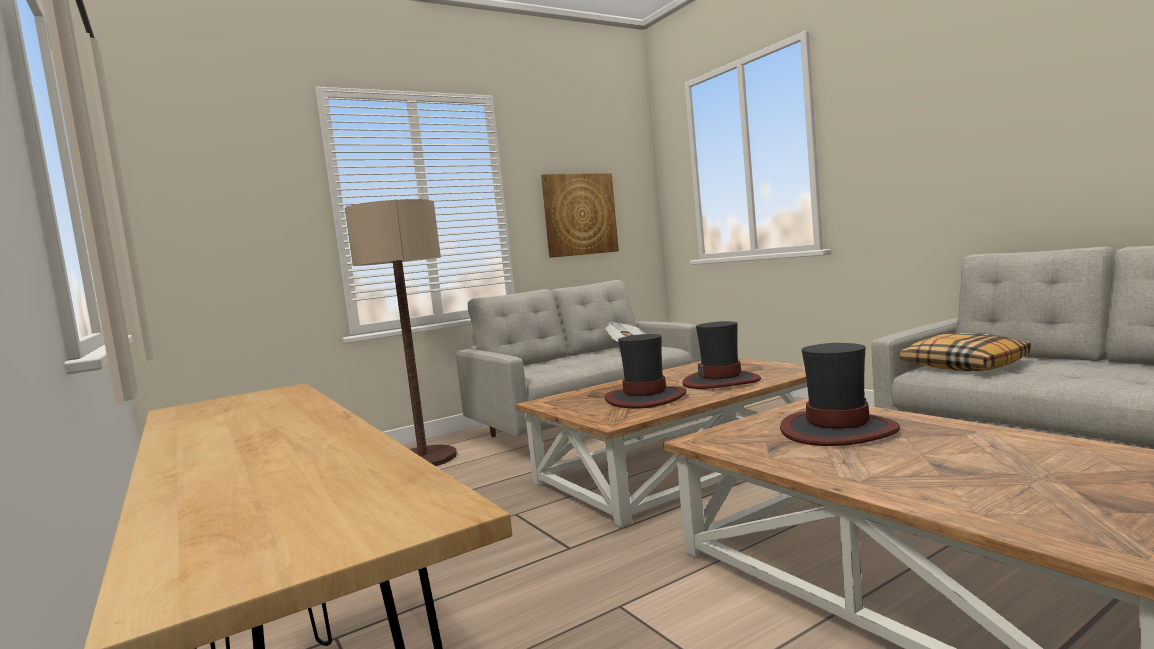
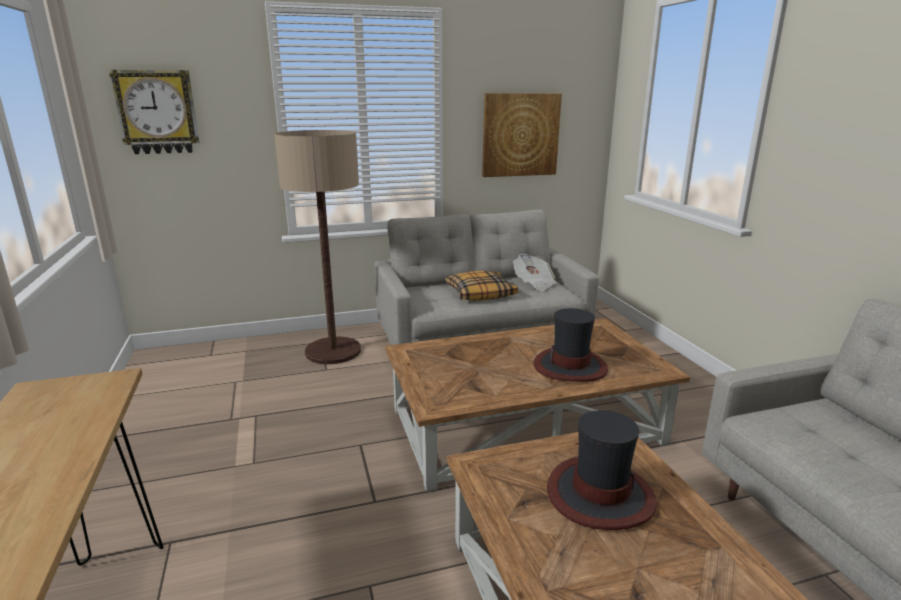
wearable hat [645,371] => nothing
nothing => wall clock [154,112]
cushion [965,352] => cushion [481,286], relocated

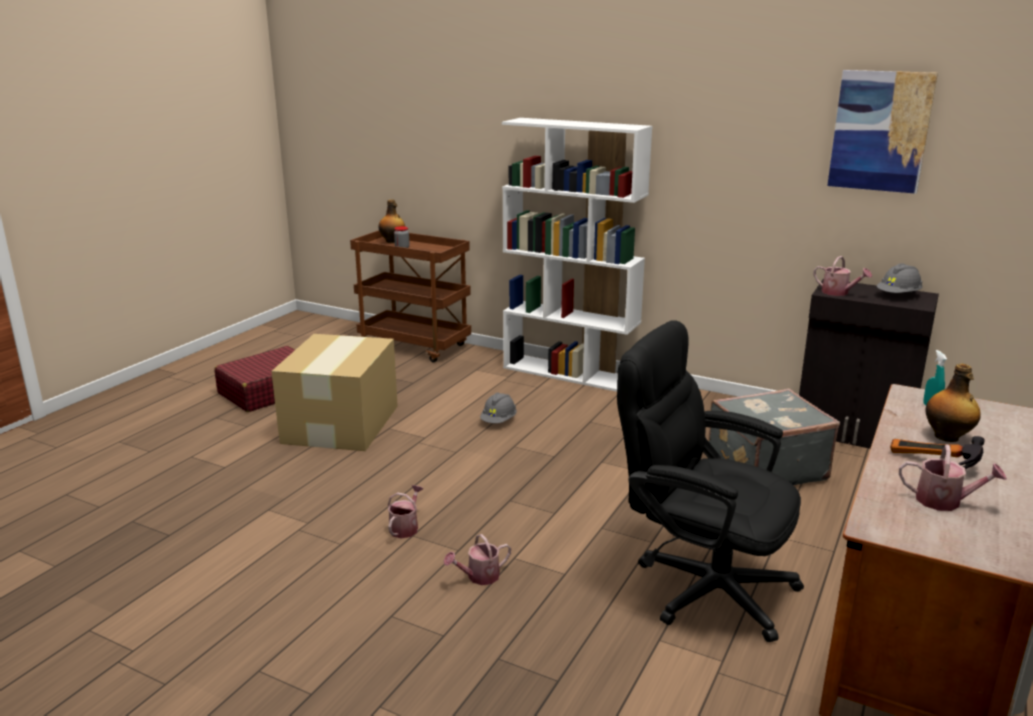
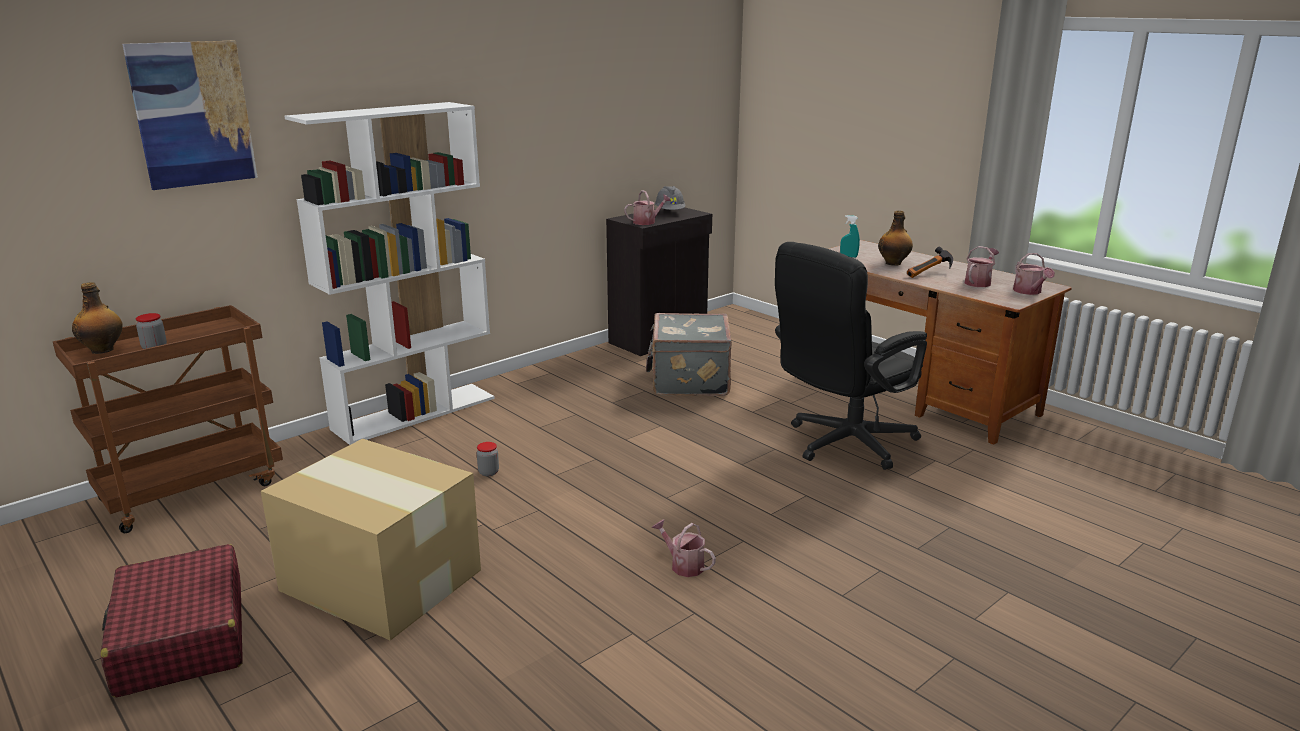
watering pot [477,559] => watering pot [1034,274], relocated
wall art [882,132] => wall art [190,115], relocated
safety helmet in grey [498,408] => preserve jar [488,459]

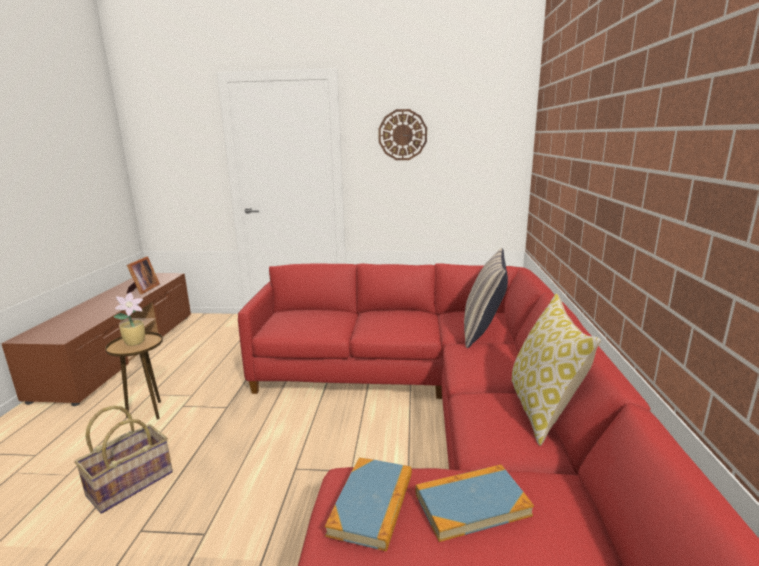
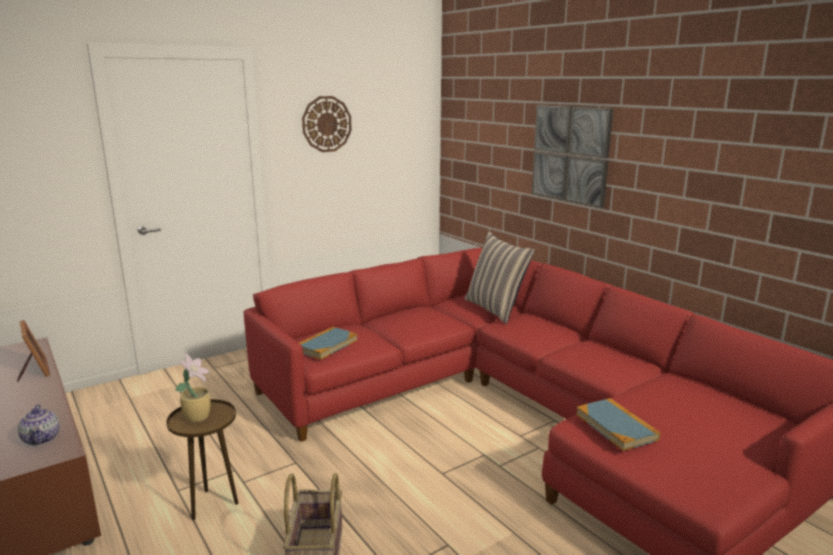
cushion [556,370] => nothing
nothing => pot for tea [39,424]
nothing => wall art [572,156]
bound book [474,503] => bound book [328,343], relocated

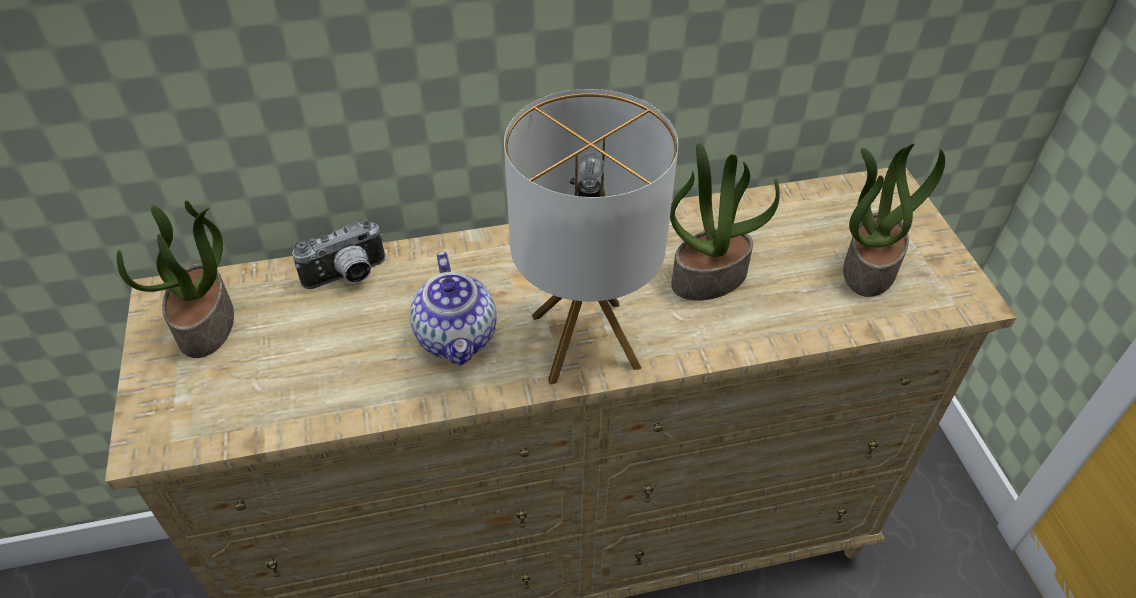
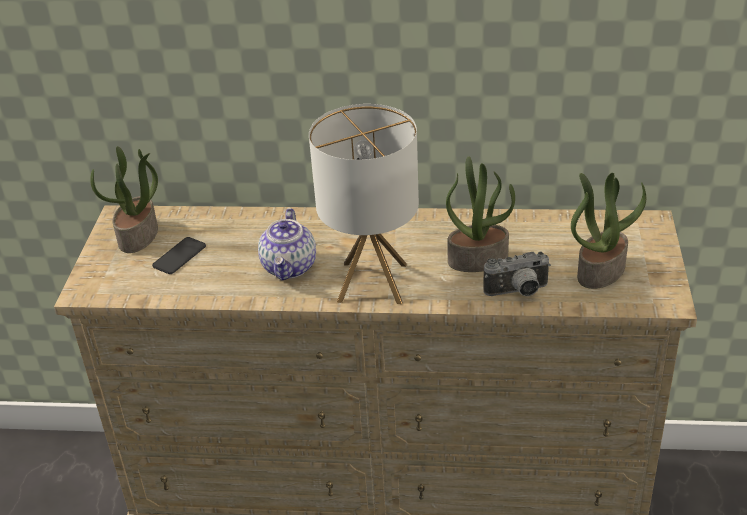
nothing => phone [179,255]
still camera [338,255] => still camera [517,274], relocated

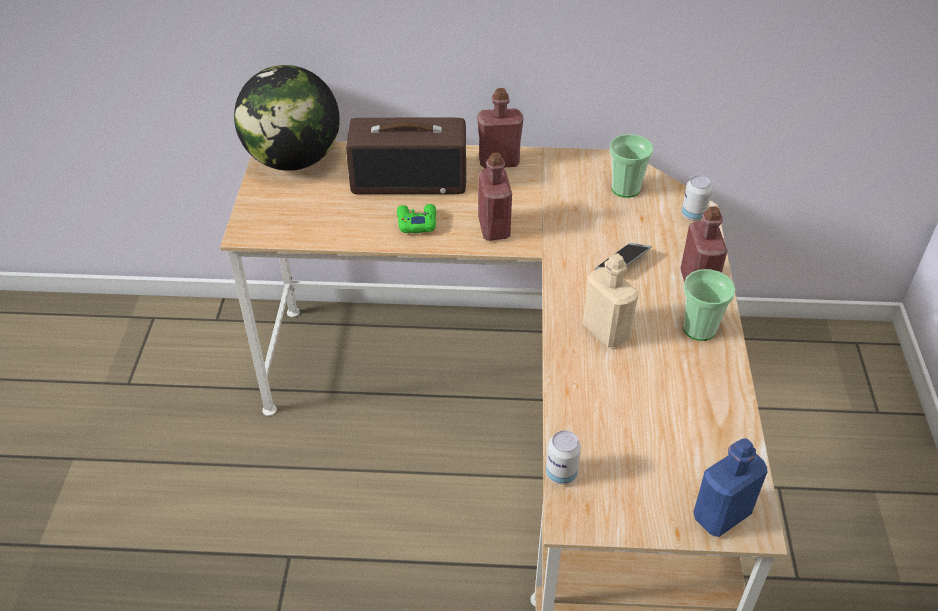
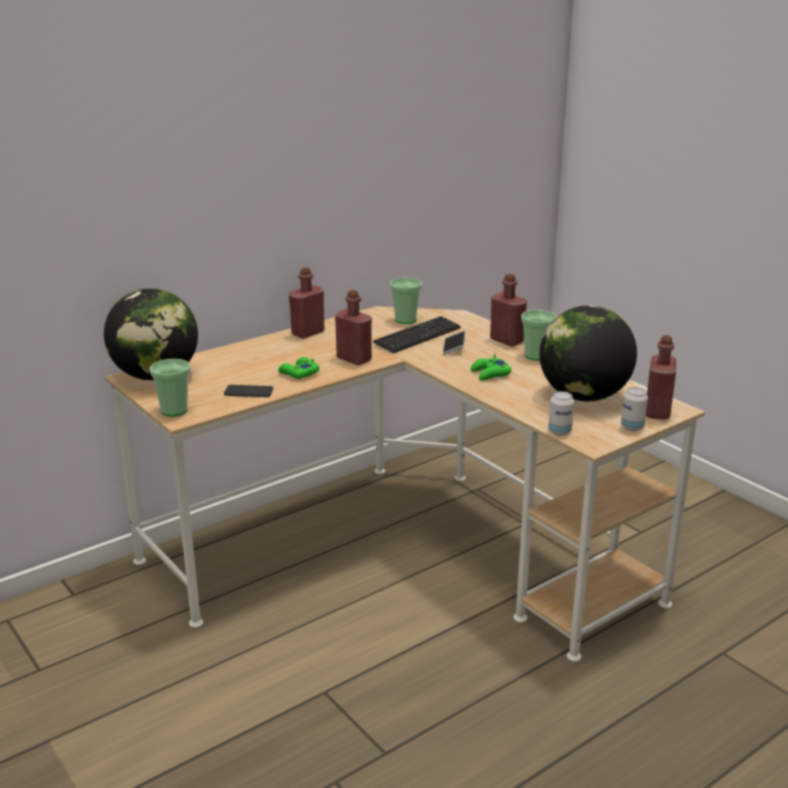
radio [406,156] => nothing
nothing => cup [170,387]
nothing => phone [248,391]
nothing => PC keyboard [417,334]
nothing => world globe [588,353]
sealed can [697,198] => sealed can [634,409], relocated
beverage bottle in beige-coloured [611,300] => joypad in green [491,368]
beverage bottle in blue-coloured [730,487] => beverage bottle in red [661,377]

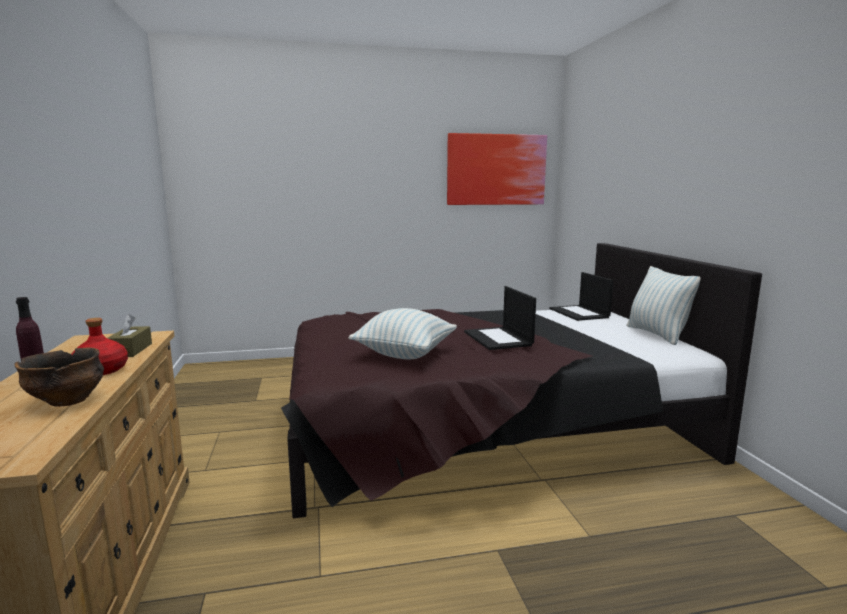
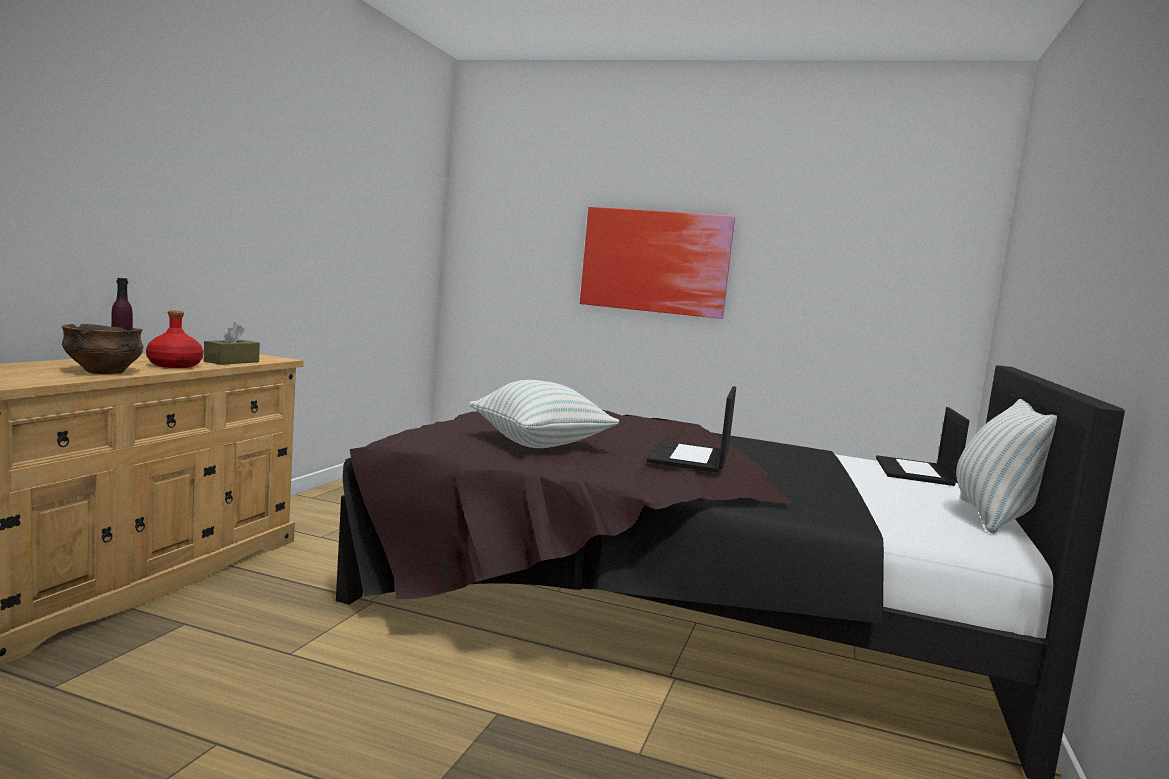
wall art [497,169] => wall art [657,263], relocated

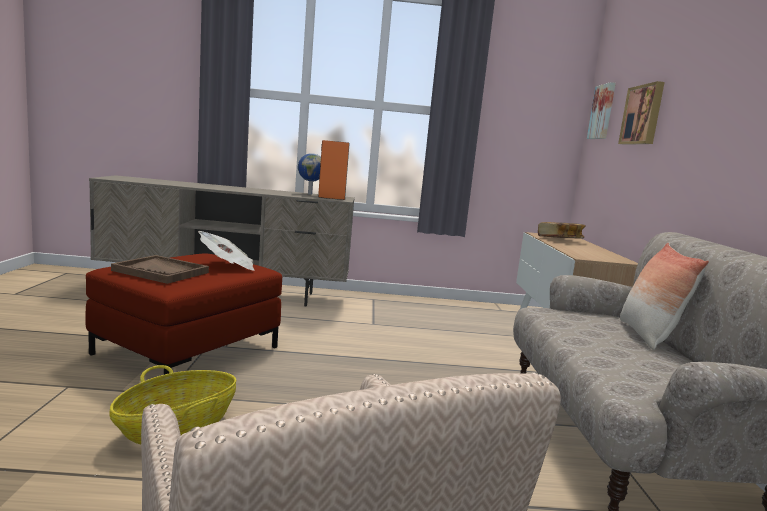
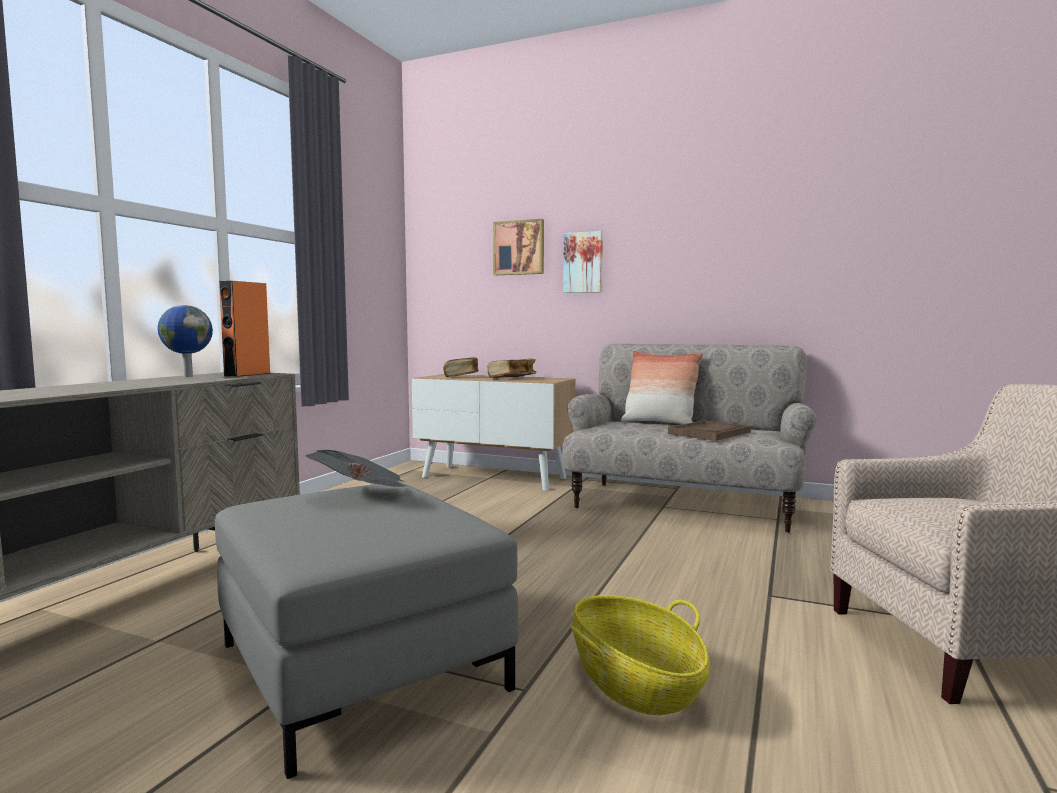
nothing => bound book [511,368]
tray in brownish [160,269] => tray in brownish [709,430], relocated
wall art [601,110] => wall art [583,262], relocated
ottoman in red [184,314] => ottoman in grey [367,631]

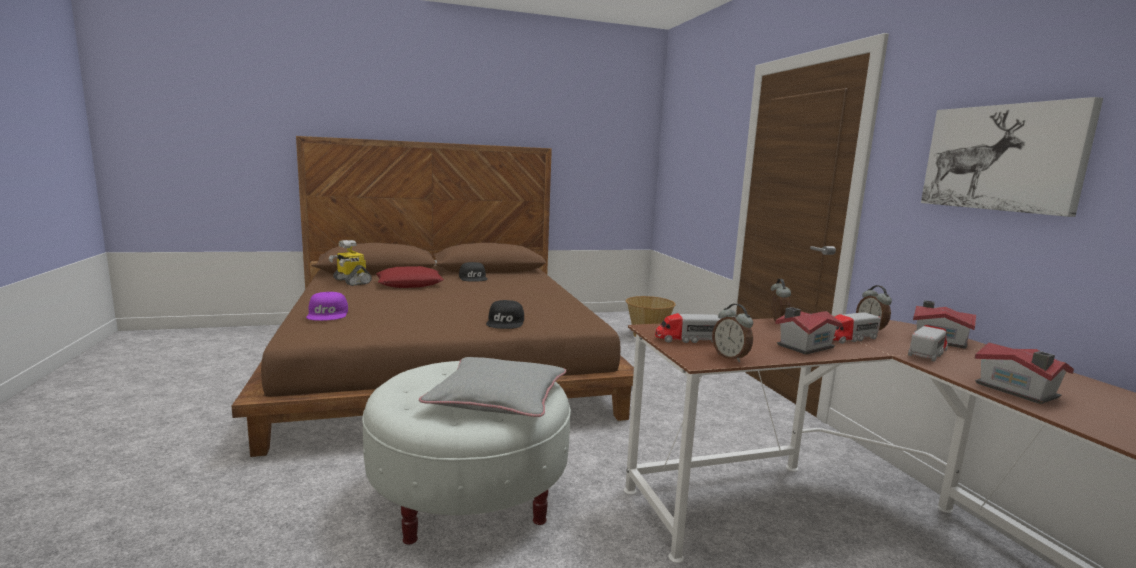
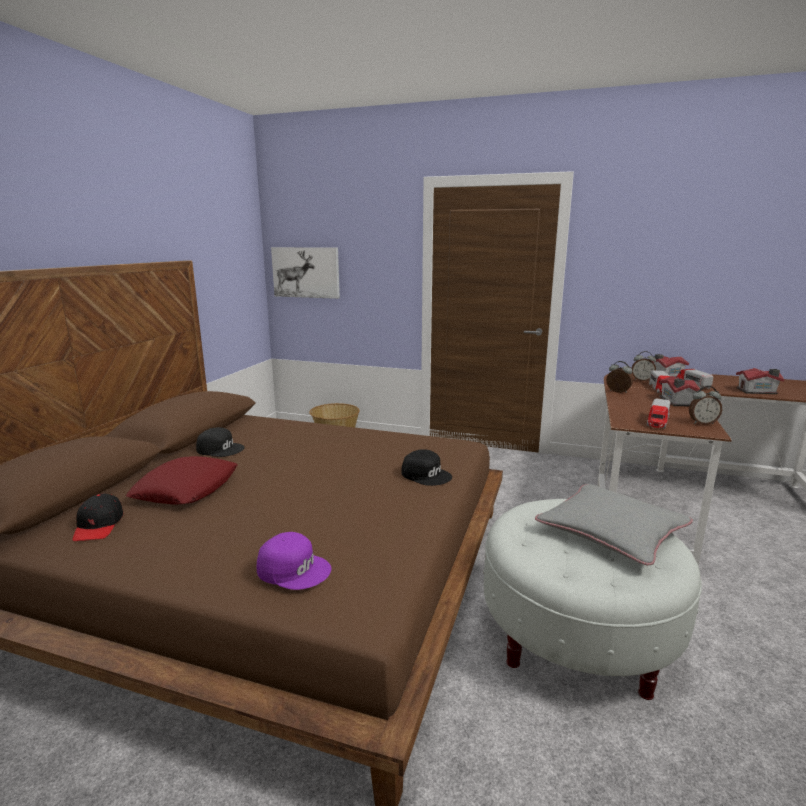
wall art [1012,157] => wall art [305,273], relocated
model robot [350,263] => cap in black [97,517]

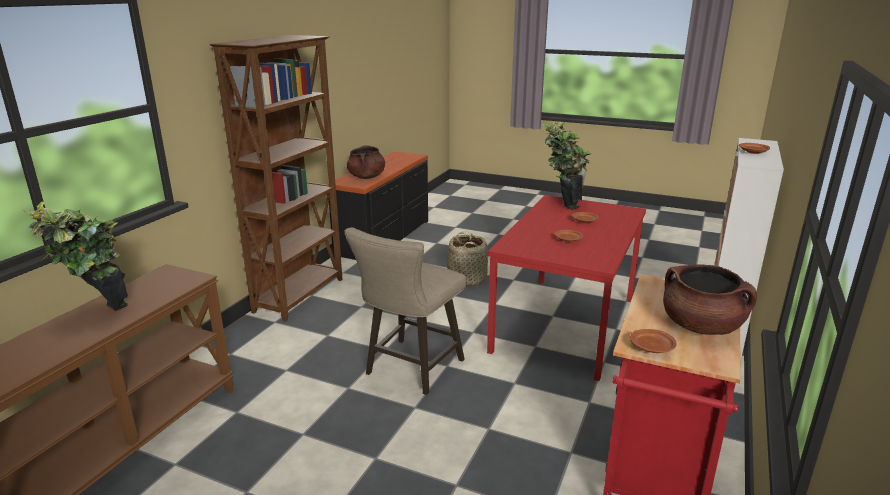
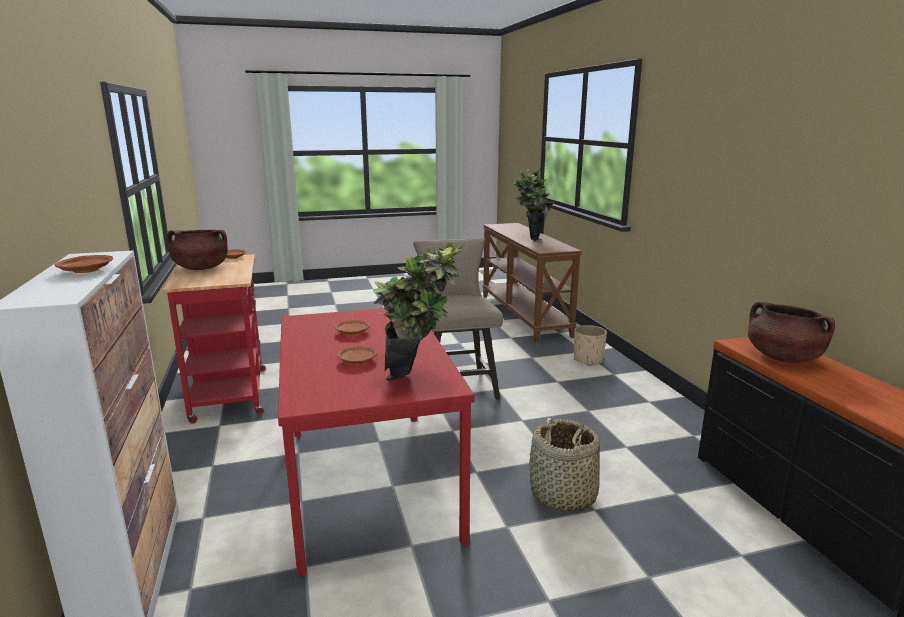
bookcase in brownish [276,178] => nothing
nothing => flower pot in beige-coloured [590,345]

